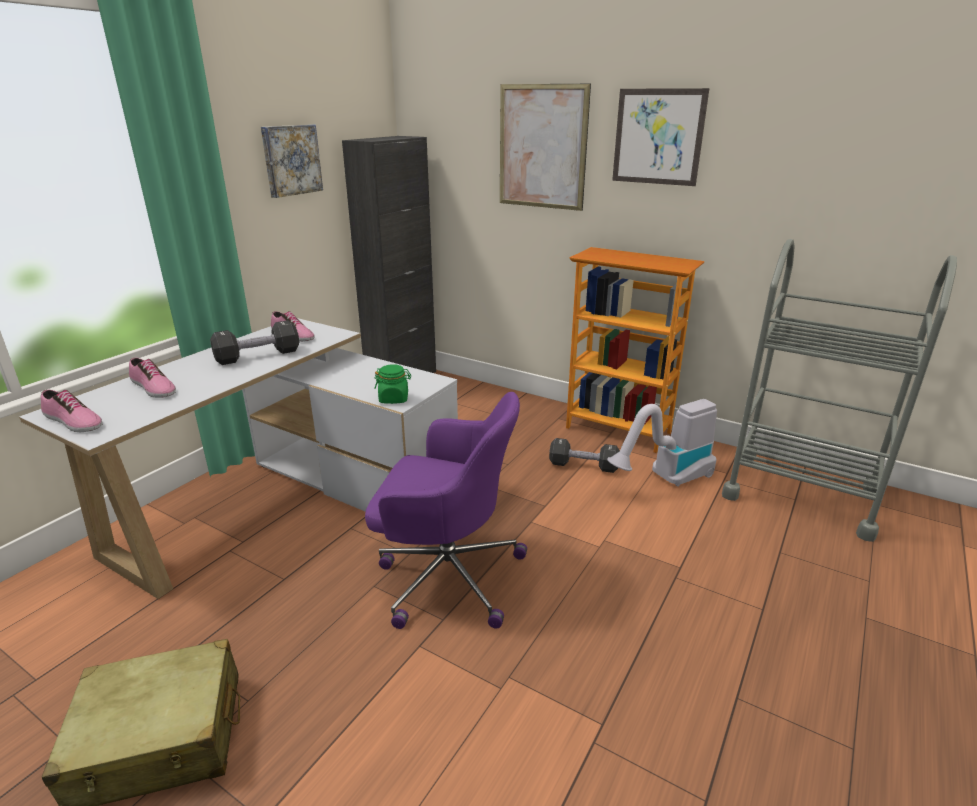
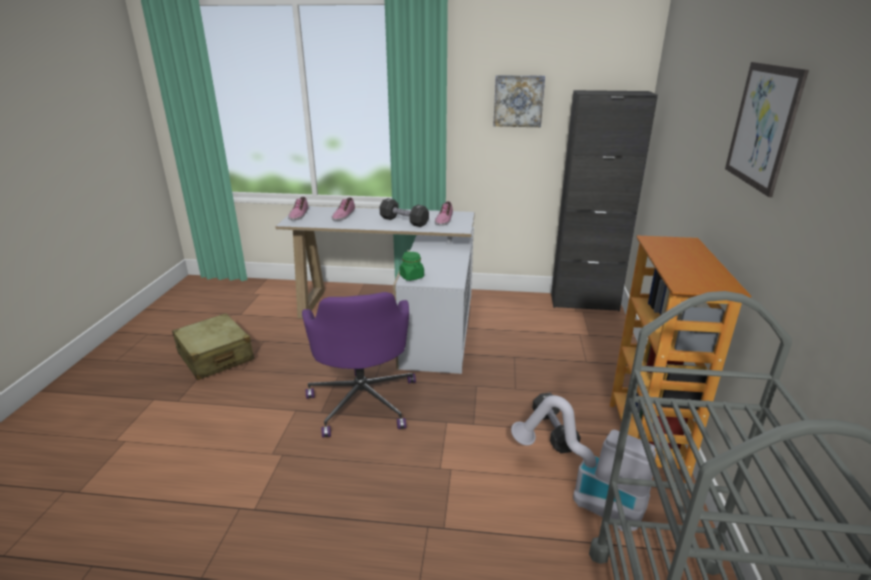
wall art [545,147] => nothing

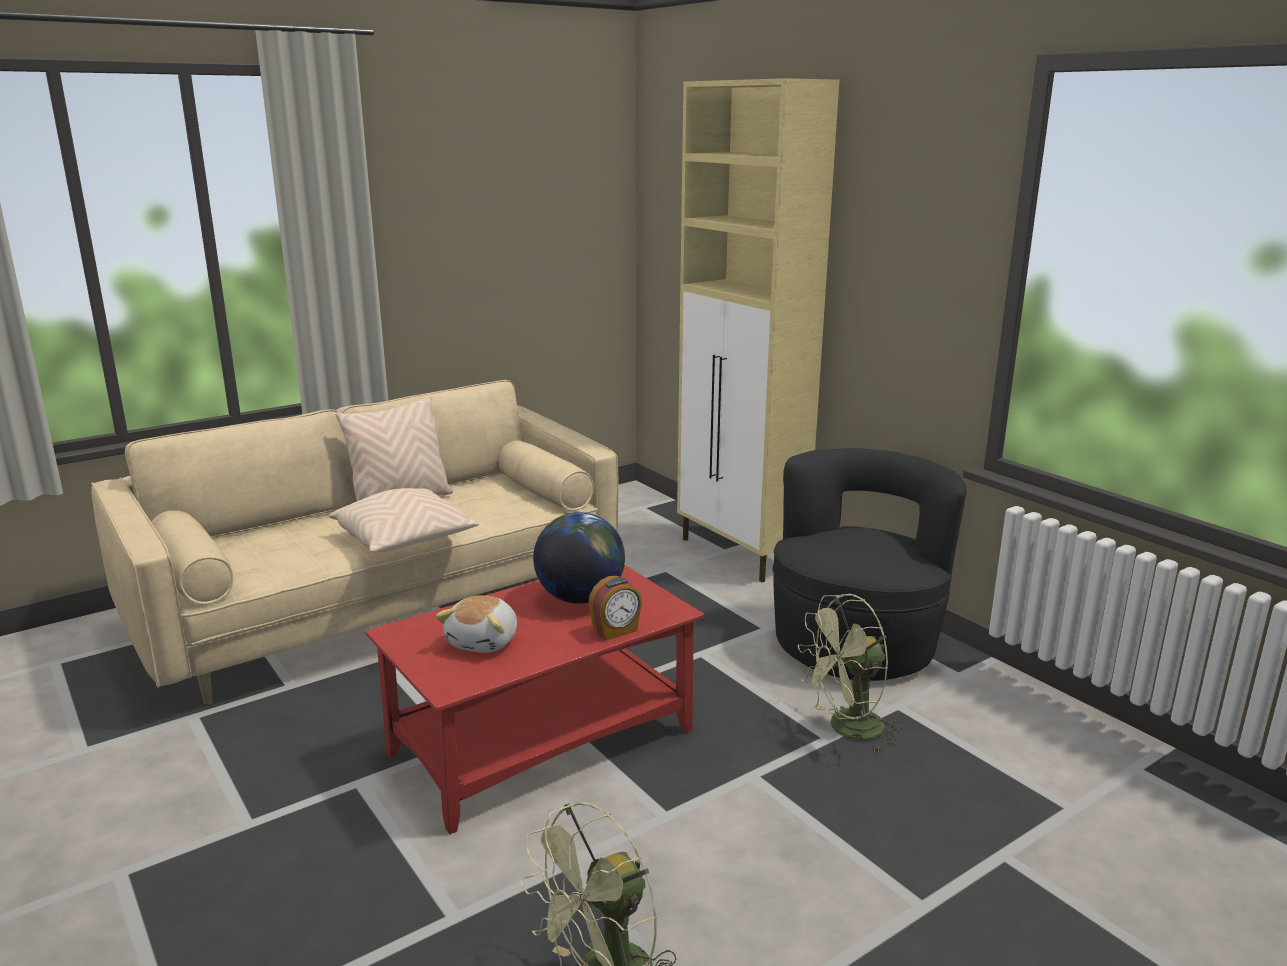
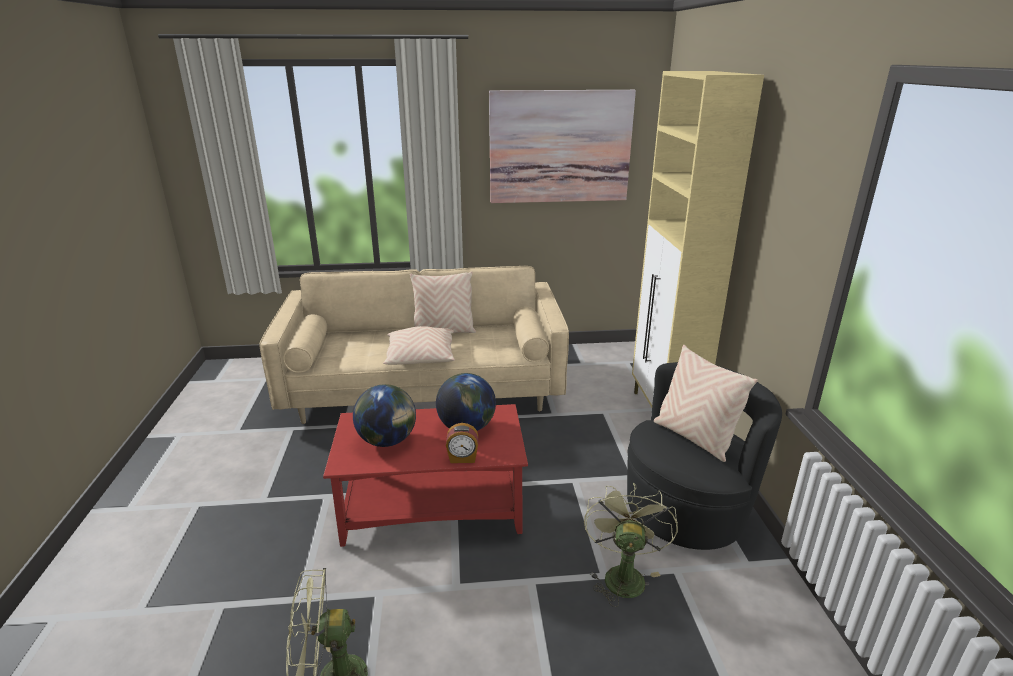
nothing => wall art [562,146]
nothing => cushion in beige-coloured [706,403]
plush toy [476,624] => world globe [384,415]
cooling fan in green [850,673] => cooling fan in green [631,545], 90 degrees clockwise

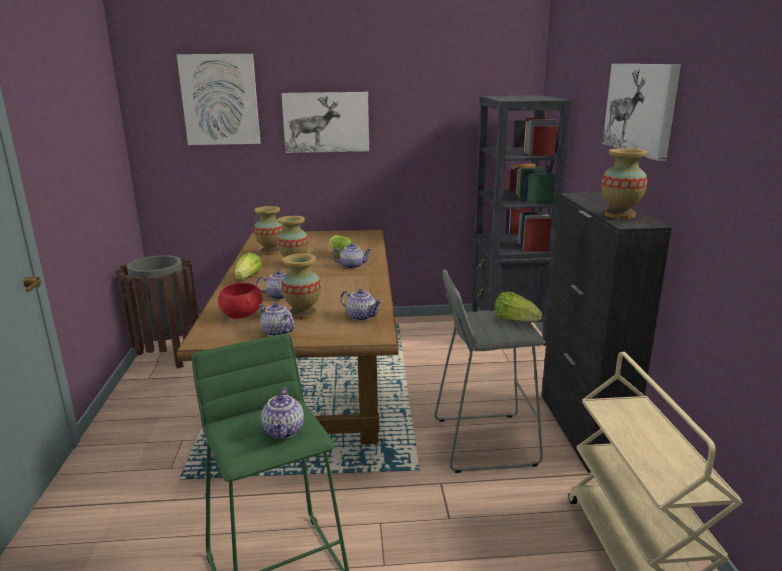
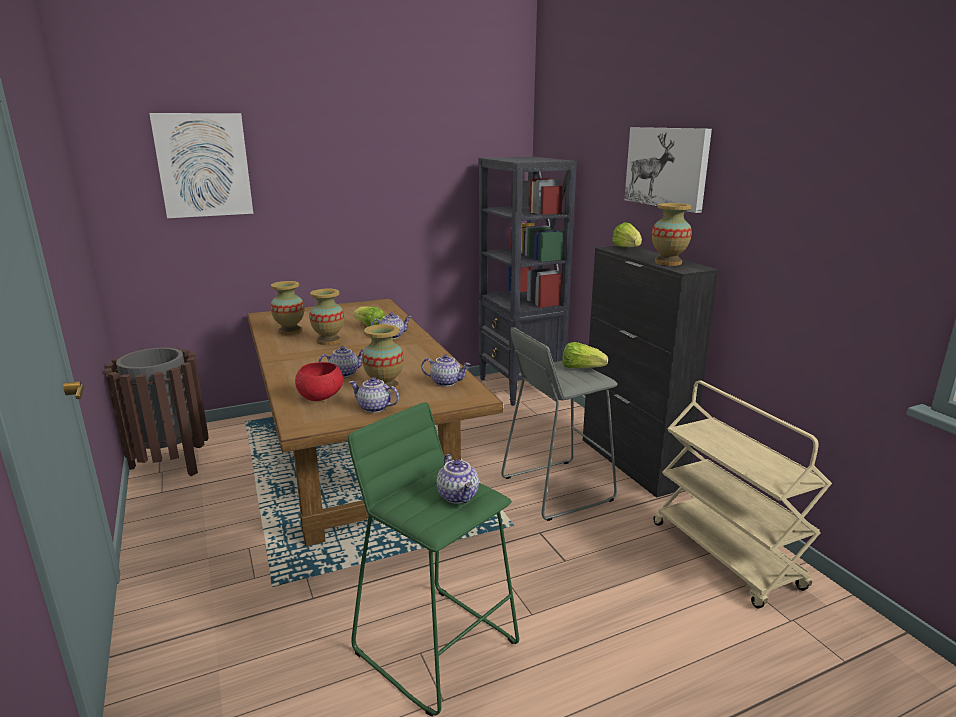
wall art [325,122] => nothing
lettuce head [248,266] => lettuce head [627,234], relocated

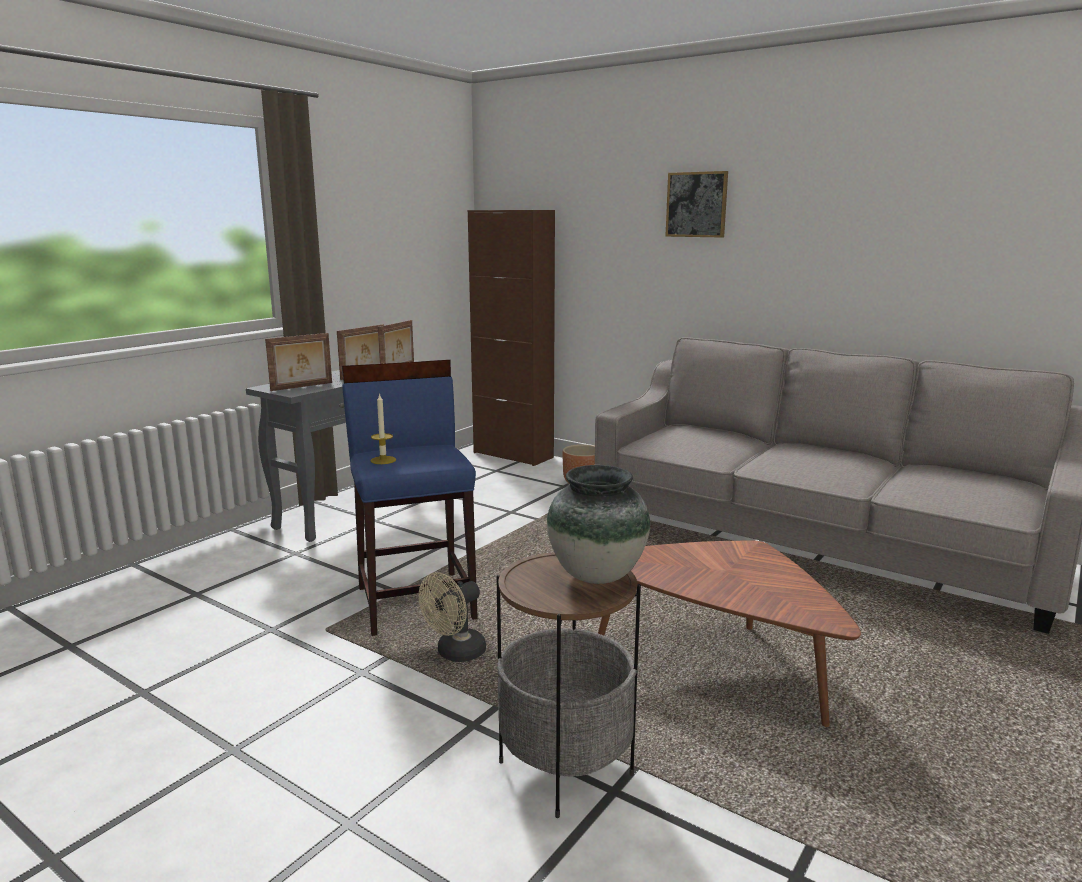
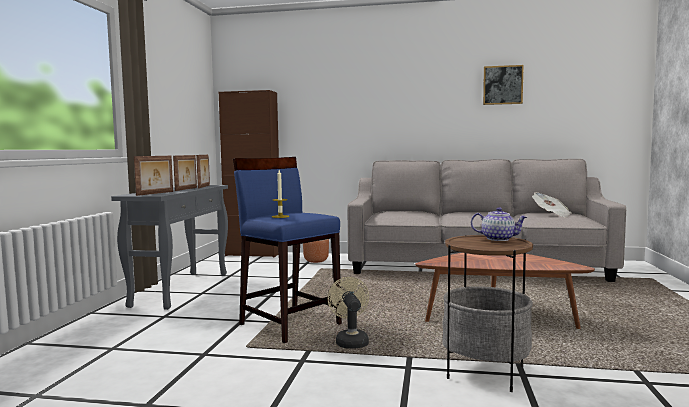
nothing => daily paper [552,204]
wall art [696,204] => wall art [503,85], relocated
vase [598,524] => pot for tea [499,224]
cooling fan in beige-coloured [452,617] => cooling fan in beige-coloured [348,313], 150 degrees clockwise

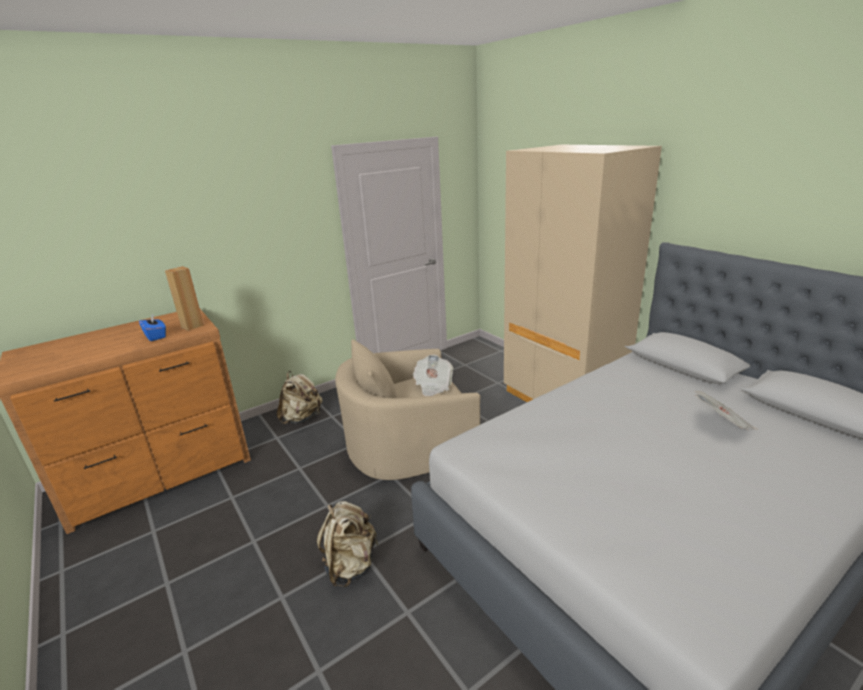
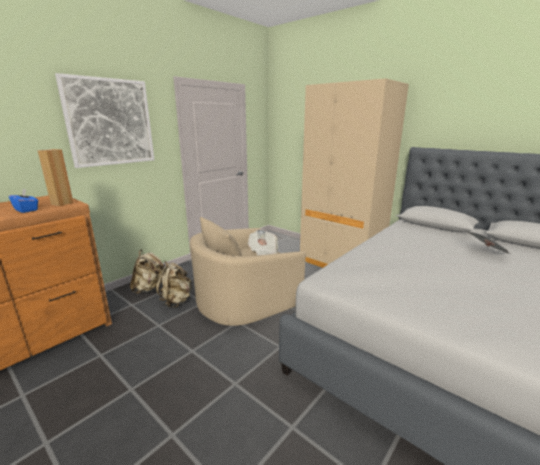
nothing => wall art [104,120]
knapsack in beige-coloured [347,544] => knapsack in beige-coloured [174,284], relocated

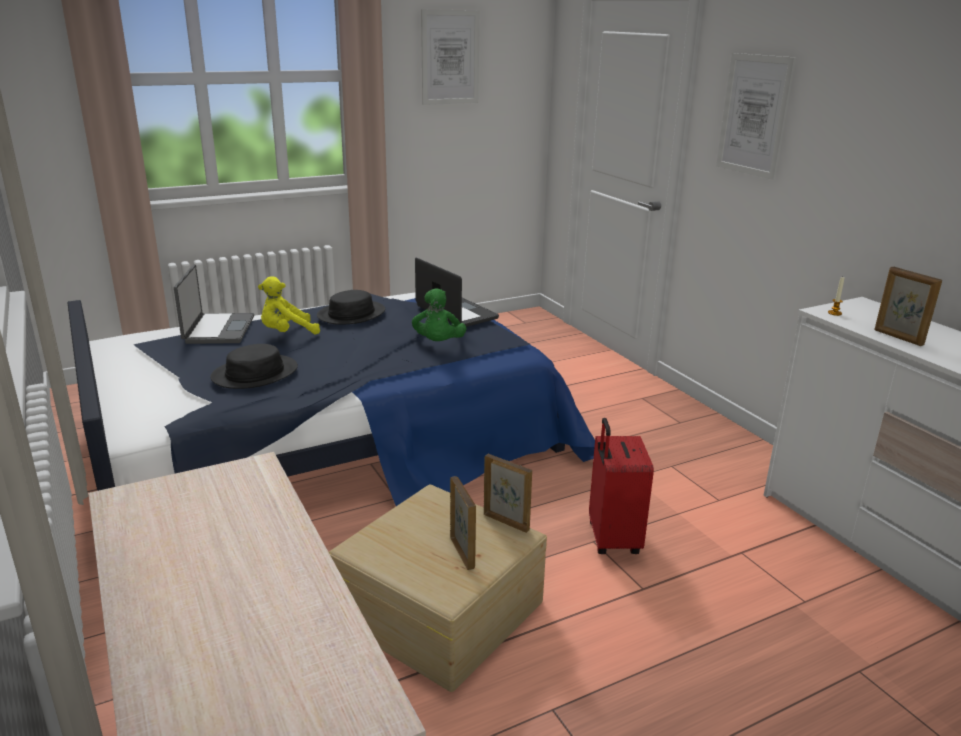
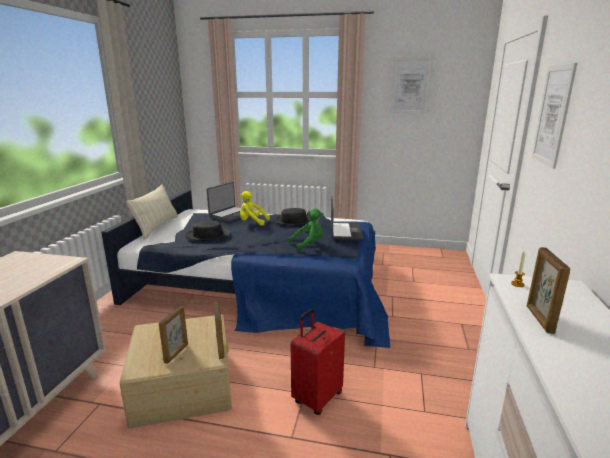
nothing => cushion in beige-coloured [152,212]
plush toy in green [439,315] => plush toy in green [306,229], 150 degrees counterclockwise

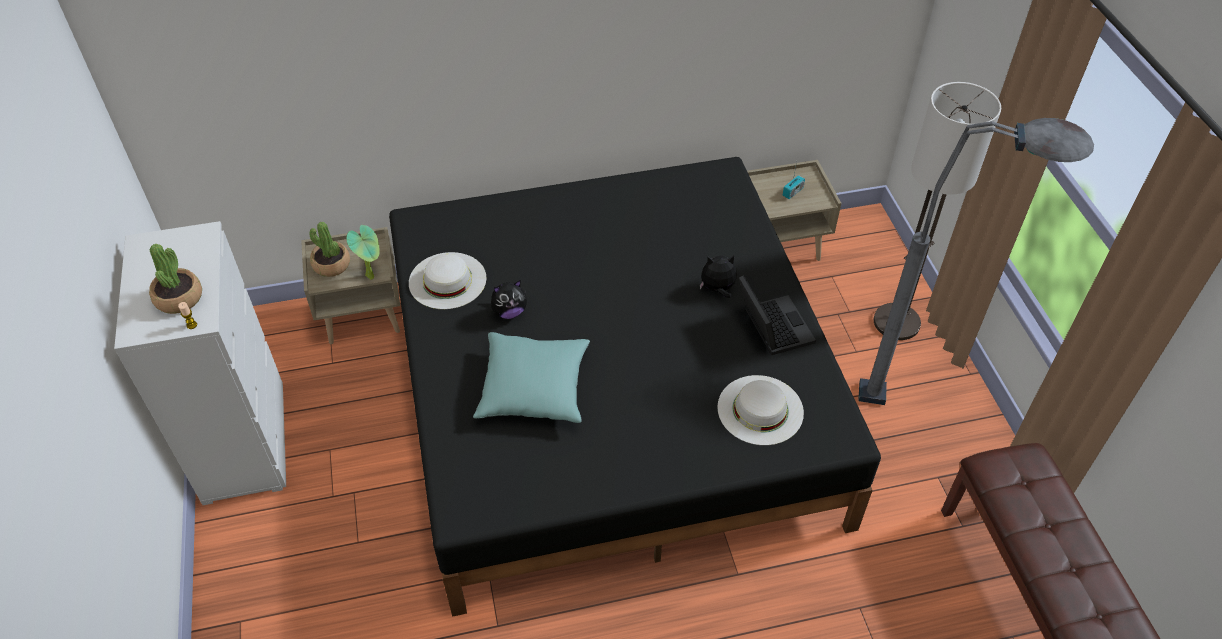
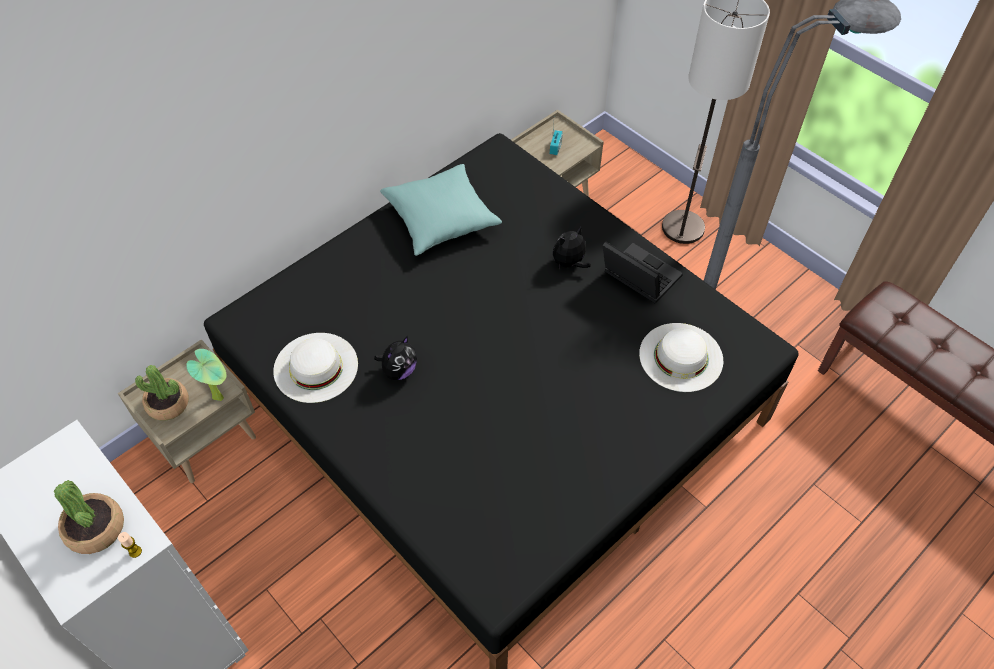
cushion in blue-green [531,377] => cushion in blue-green [441,210], relocated

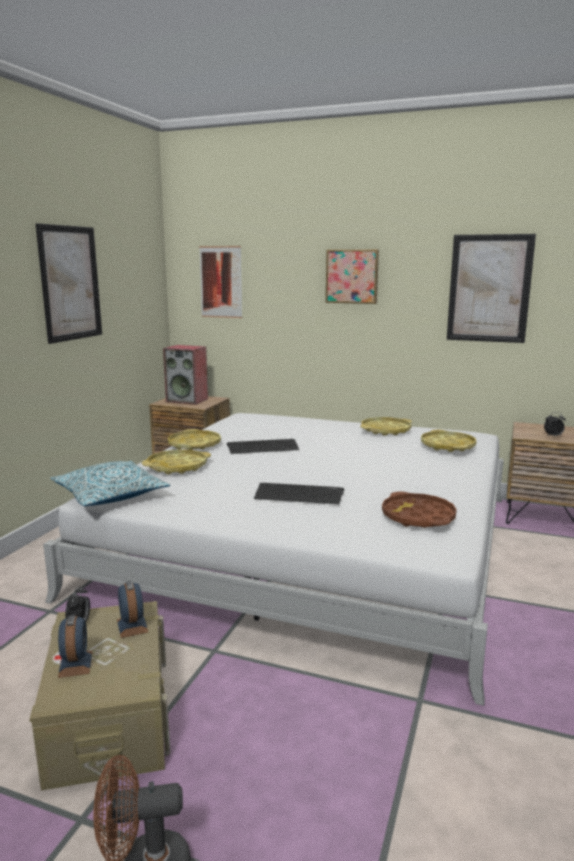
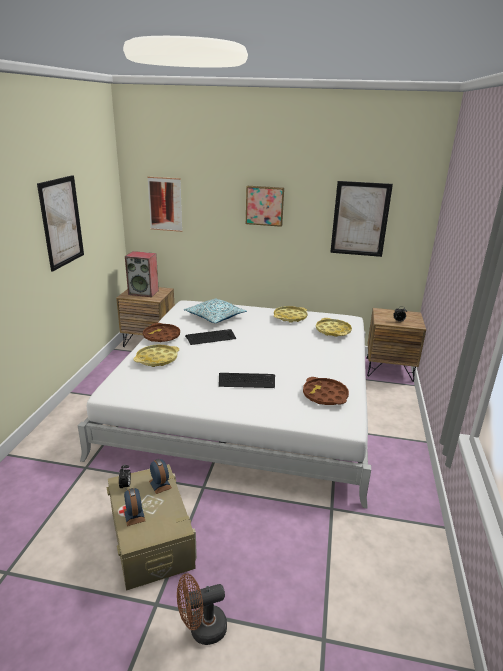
cushion [110,483] => cushion [215,310], relocated
tray in yellow [194,439] => tray in brownish [161,332]

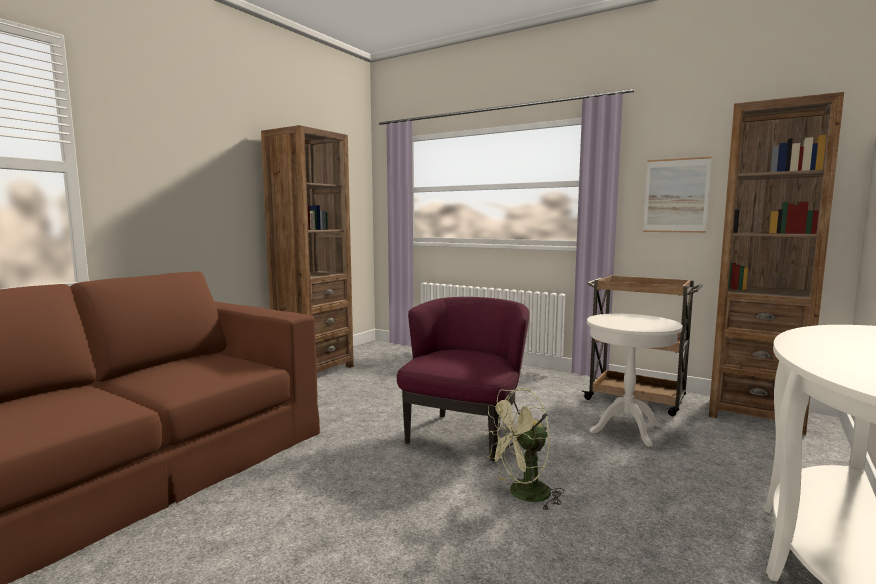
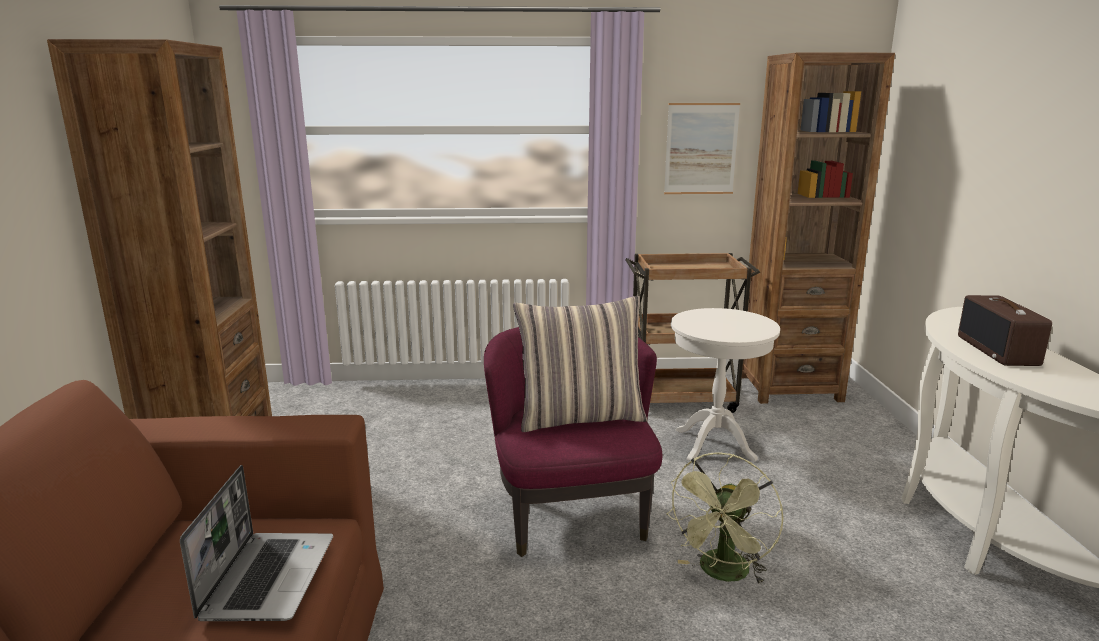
nothing => laptop [256,543]
nothing => cushion [580,364]
nothing => radio [1005,330]

